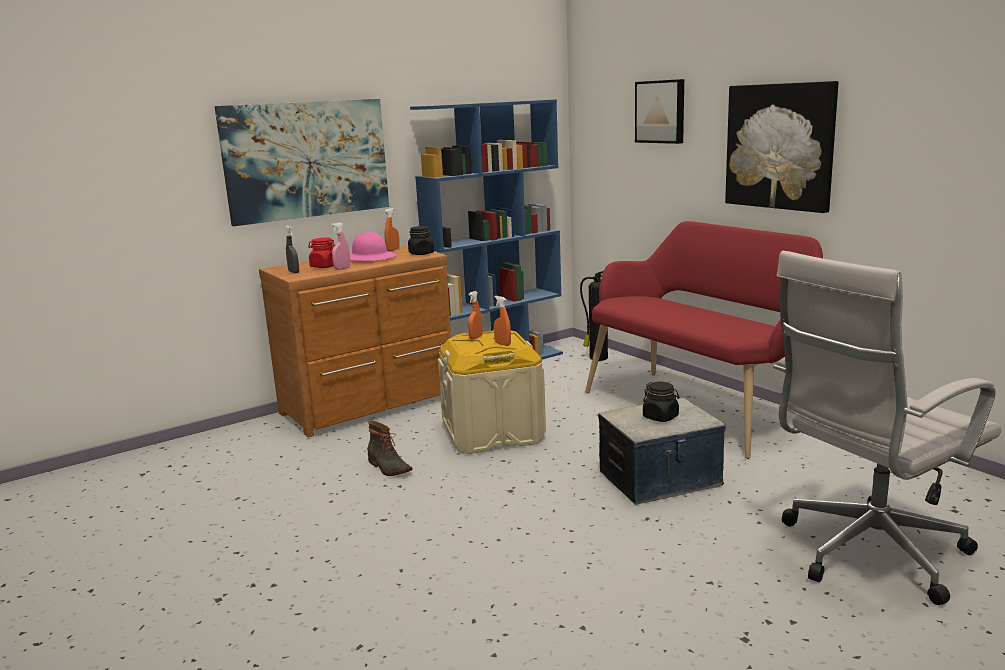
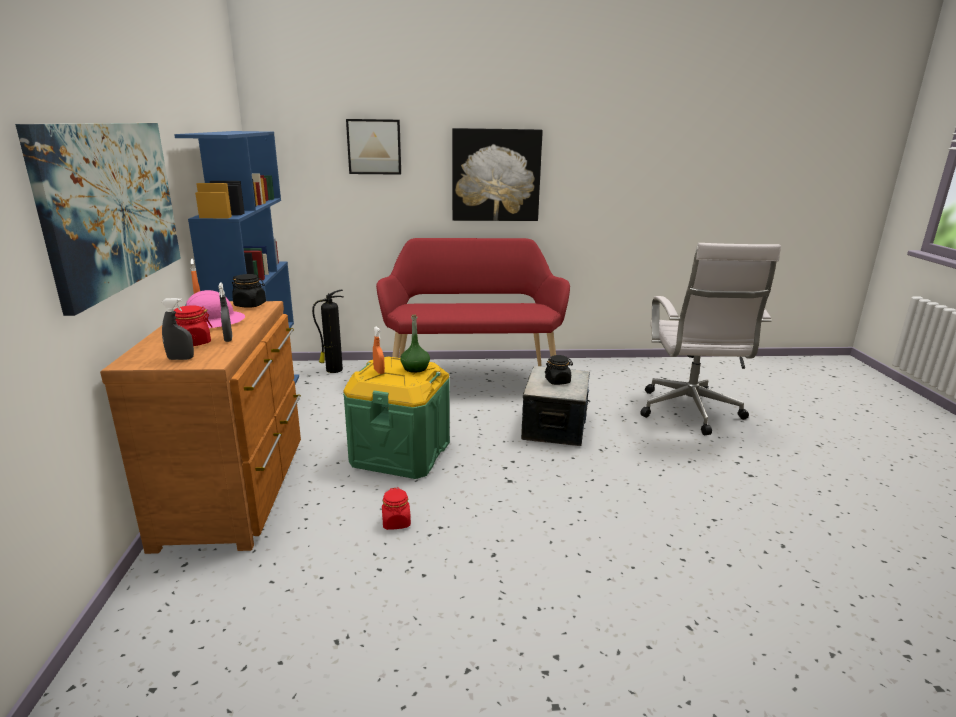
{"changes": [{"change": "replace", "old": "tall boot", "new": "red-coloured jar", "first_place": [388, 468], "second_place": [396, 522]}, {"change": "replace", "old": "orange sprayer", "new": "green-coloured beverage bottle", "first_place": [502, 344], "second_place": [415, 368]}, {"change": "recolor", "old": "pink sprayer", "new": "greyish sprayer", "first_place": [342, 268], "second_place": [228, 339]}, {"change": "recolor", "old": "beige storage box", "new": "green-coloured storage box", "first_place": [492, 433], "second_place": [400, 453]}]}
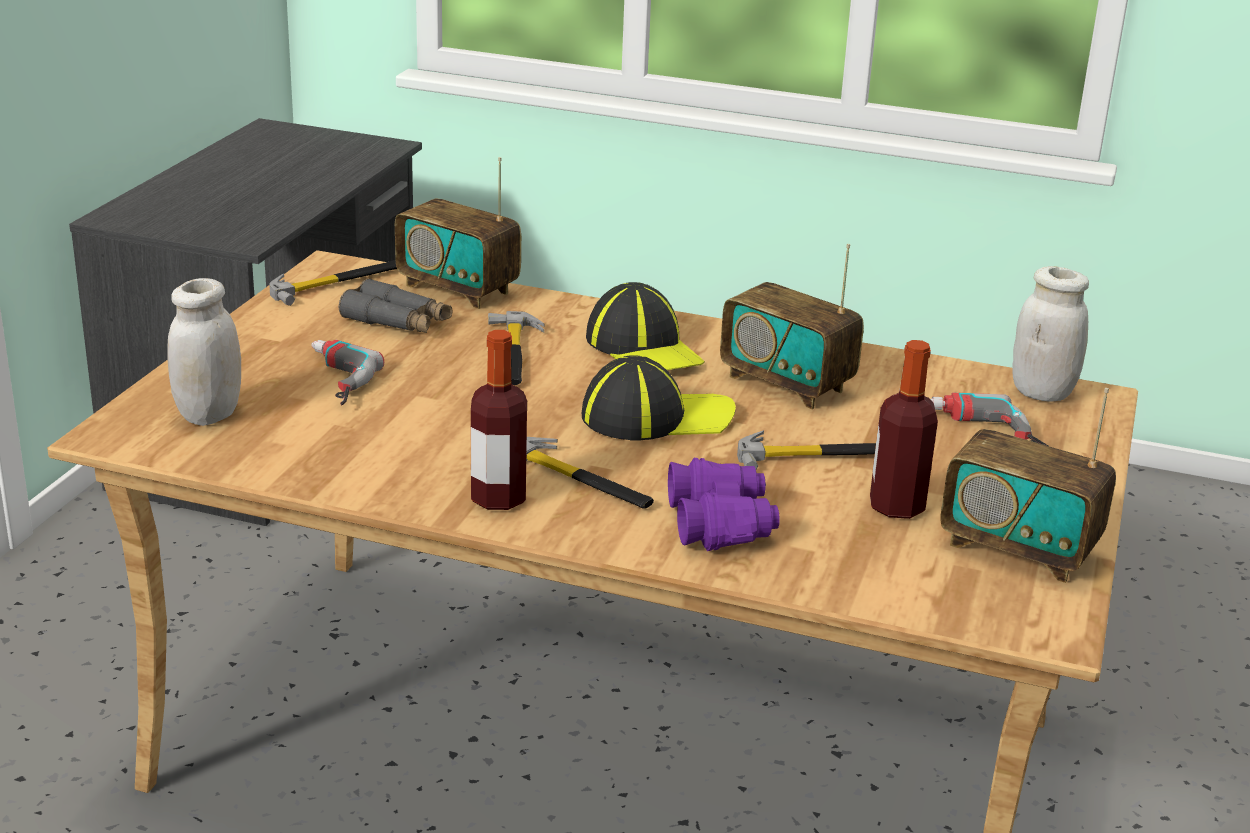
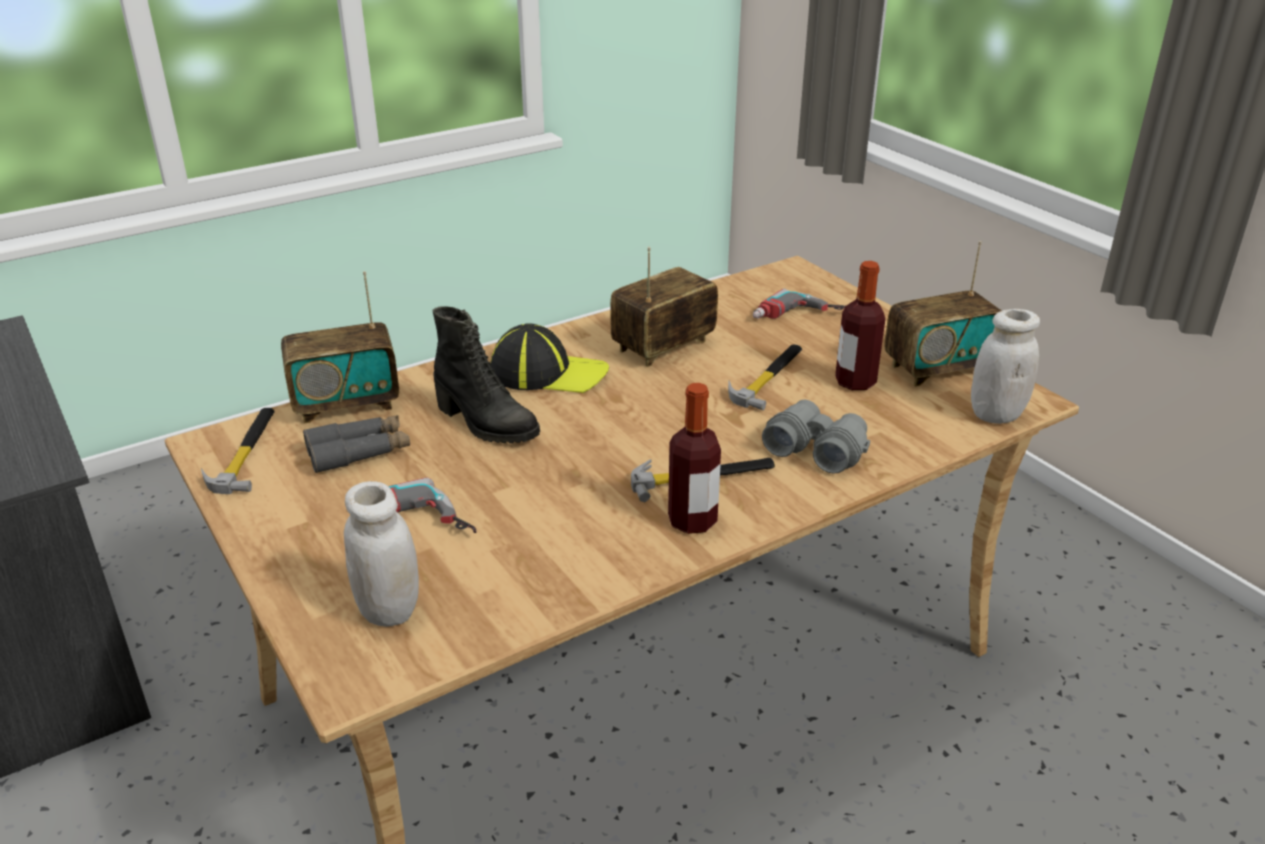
{"changes": [{"change": "delete", "old": "peaked cap", "first_place": [656, 416]}, {"change": "move", "old": "whitish jar", "first_place": [1041, 392], "second_place": [996, 414]}, {"change": "replace", "old": "hand hammer", "new": "blackish tall boot", "first_place": [515, 353], "second_place": [485, 424]}, {"change": "recolor", "old": "purple-coloured field glasses", "new": "greyish field glasses", "first_place": [721, 523], "second_place": [816, 448]}, {"change": "rotate", "old": "radio", "first_place": [787, 383], "second_place": [664, 347], "degrees": 150}]}
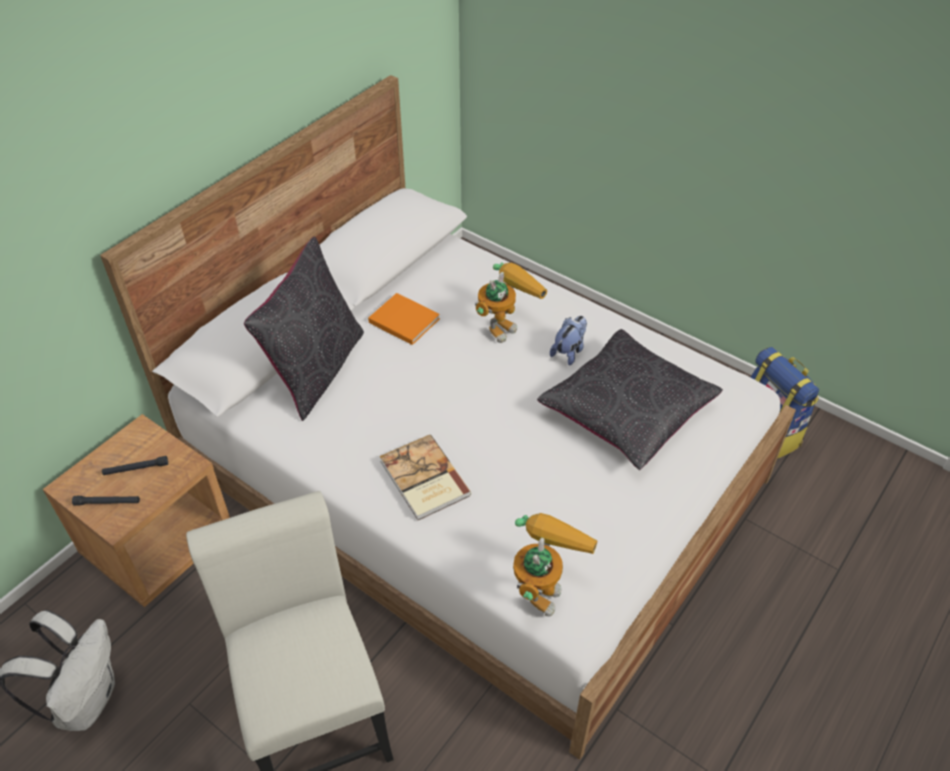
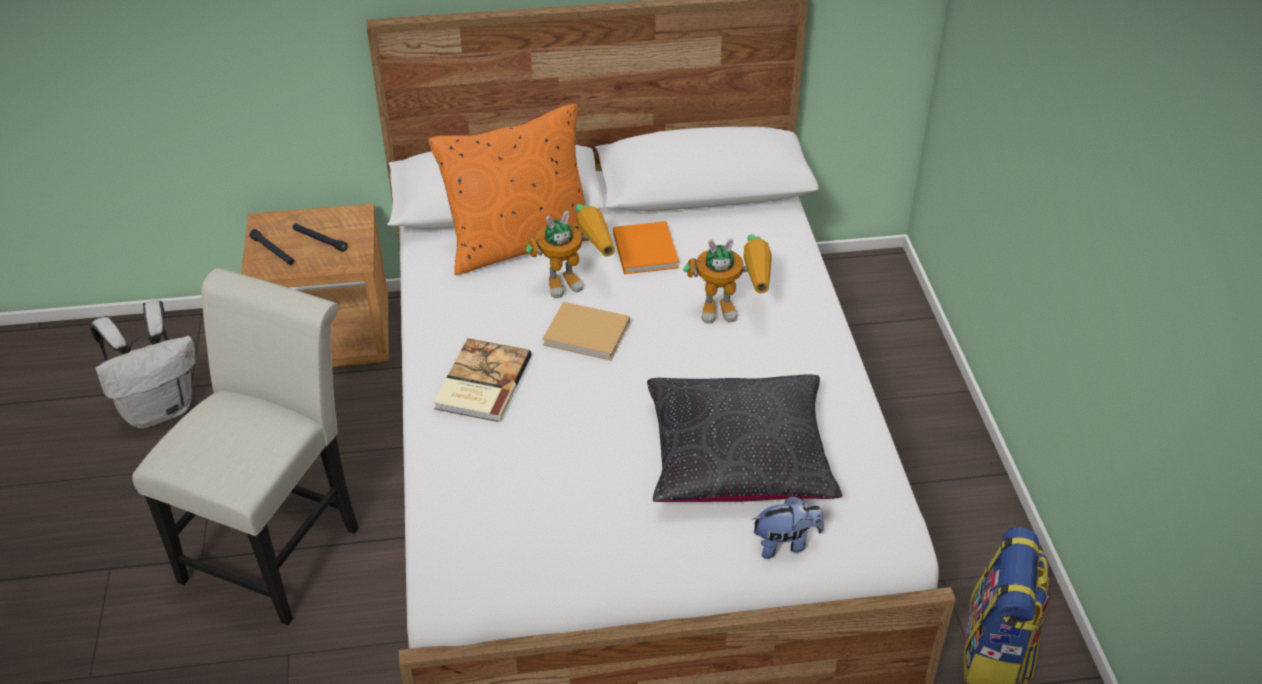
{"changes": [{"change": "insert", "new": "beige volume", "second_place": [589, 334]}, {"change": "move", "old": "model robot", "first_place": [543, 584], "second_place": [575, 280]}, {"change": "move", "old": "plush toy", "first_place": [569, 351], "second_place": [785, 543]}, {"change": "recolor", "old": "blackish throw pillow", "new": "orange throw pillow", "first_place": [316, 369], "second_place": [519, 243]}]}
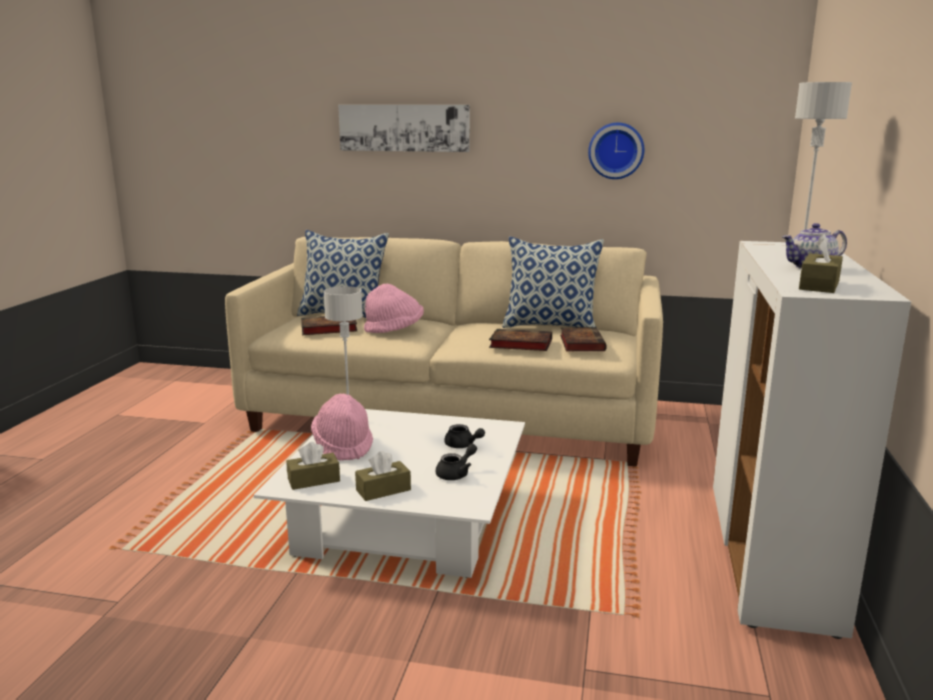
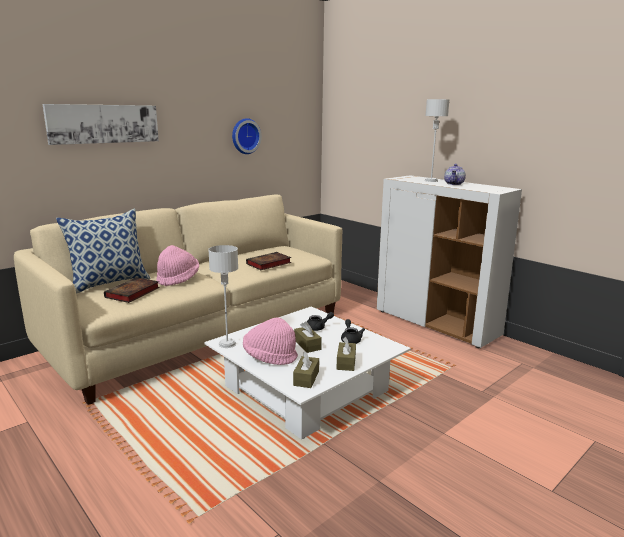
{"changes": [{"change": "delete", "old": "throw pillow", "first_place": [551, 326]}, {"change": "delete", "old": "volume", "first_place": [581, 343]}, {"change": "move", "old": "brown-coloured tissue holder", "first_place": [819, 285], "second_place": [307, 345]}]}
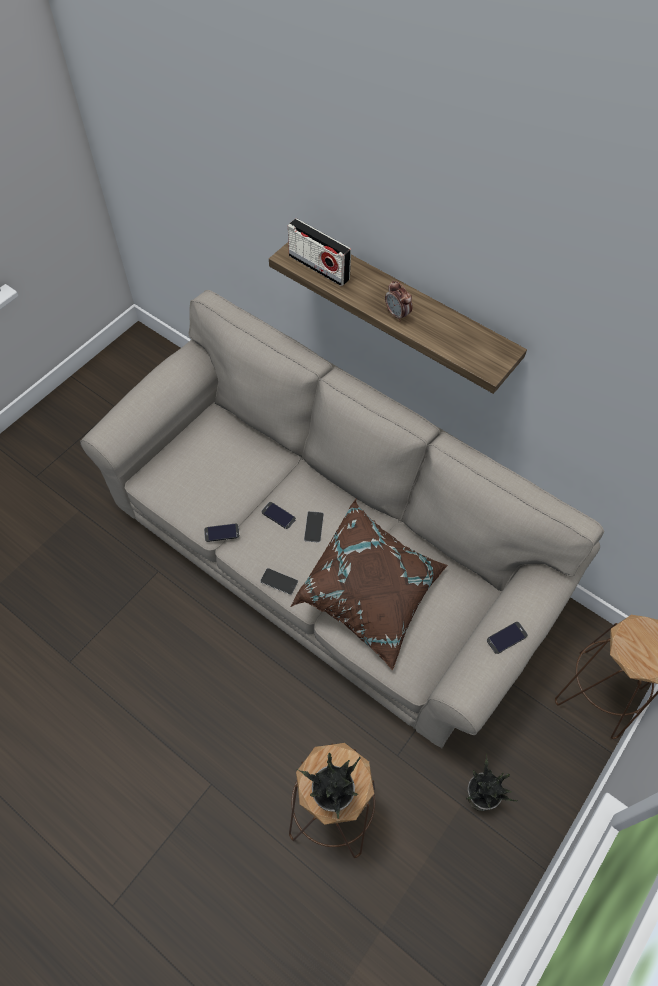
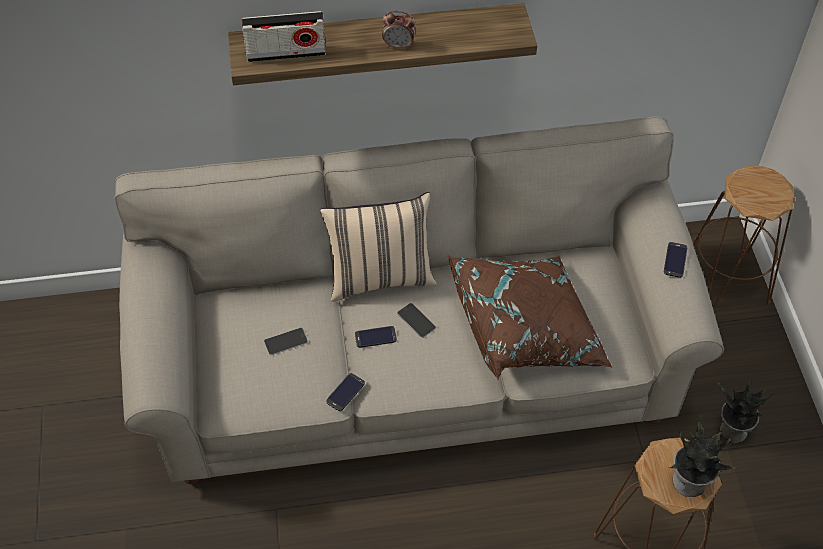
{"changes": [{"change": "insert", "new": "beige throw pillow", "second_place": [380, 277]}, {"change": "move", "old": "phone", "first_place": [279, 581], "second_place": [286, 341]}]}
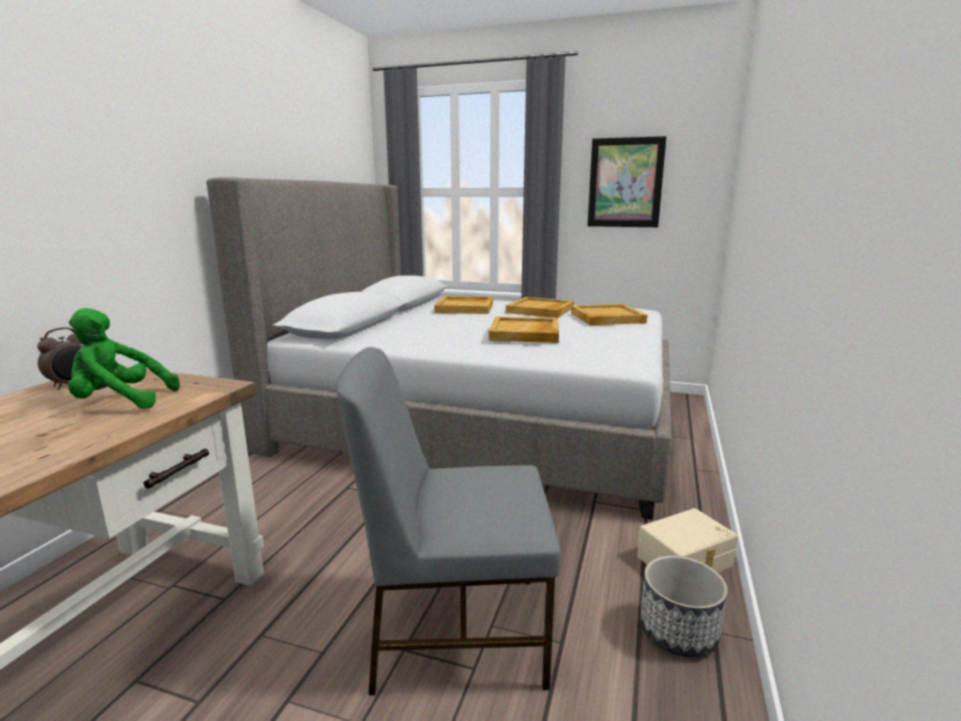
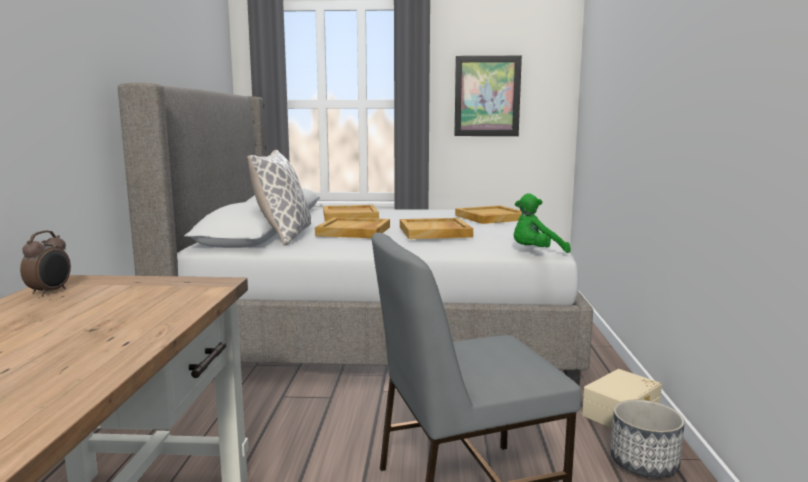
{"changes": [{"change": "insert", "new": "throw pillow", "second_place": [284, 236]}, {"change": "move", "old": "green-coloured plush toy", "first_place": [120, 402], "second_place": [535, 253]}, {"change": "move", "old": "beige tray", "first_place": [540, 310], "second_place": [354, 231]}]}
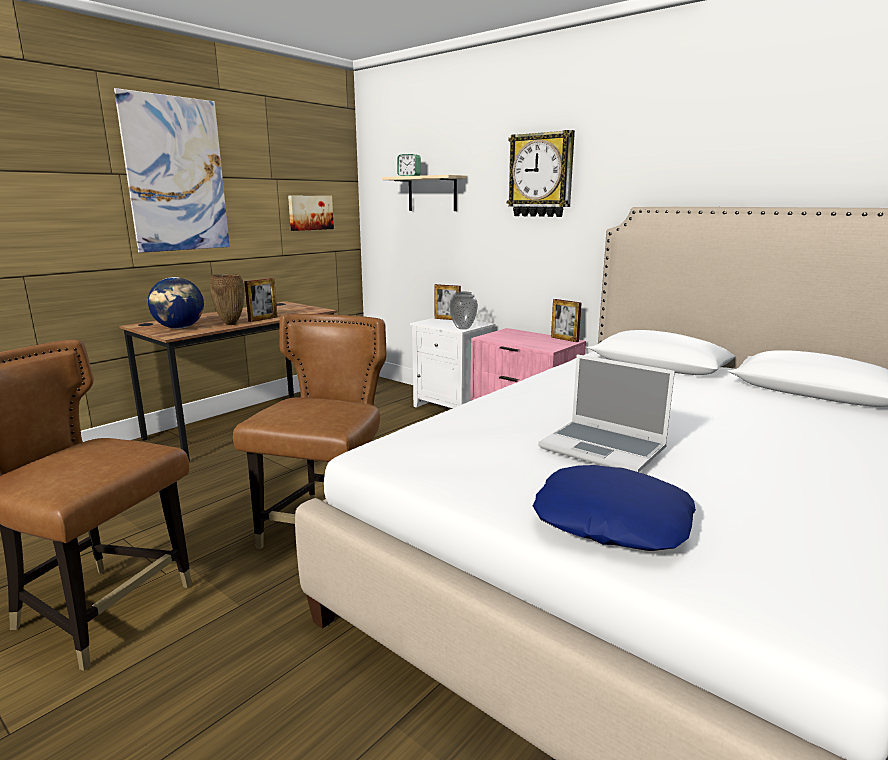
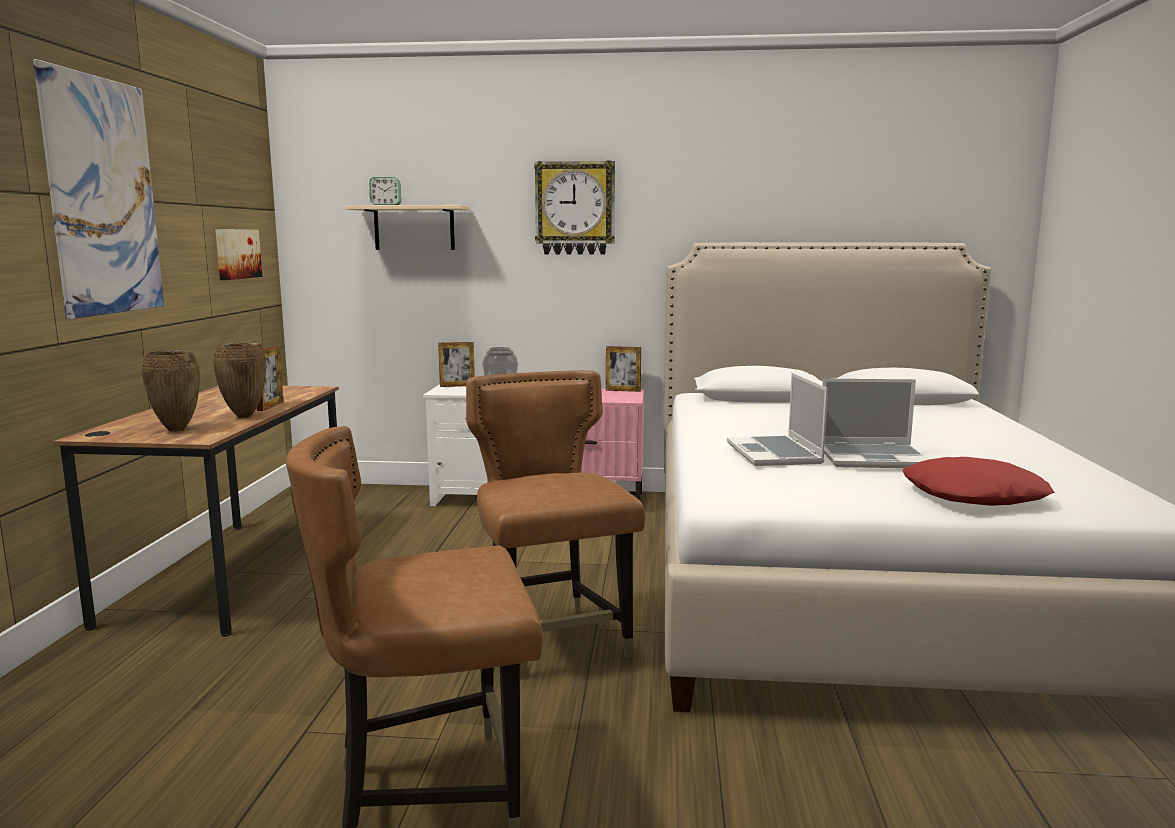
{"changes": [{"change": "insert", "new": "portable computer", "second_place": [775, 454]}, {"change": "replace", "old": "world globe", "new": "brown-coloured vase", "first_place": [179, 328], "second_place": [178, 430]}, {"change": "recolor", "old": "blue-coloured throw pillow", "new": "red-coloured throw pillow", "first_place": [612, 520], "second_place": [973, 495]}]}
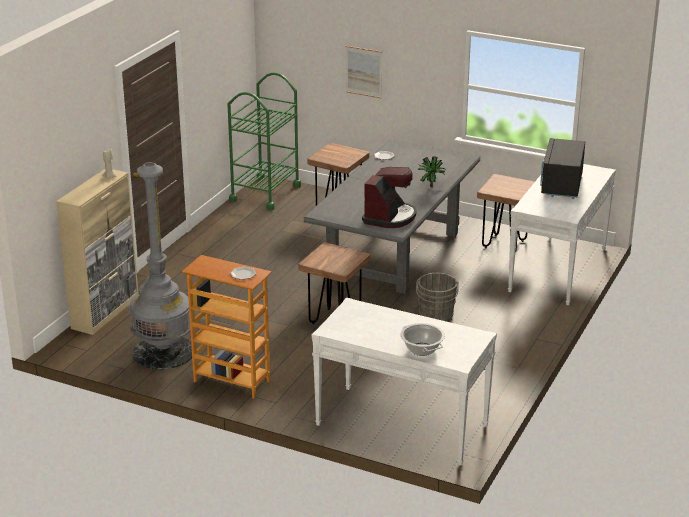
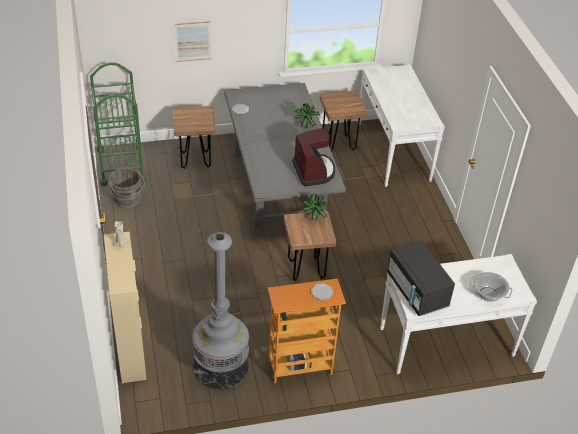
{"changes": [{"change": "insert", "new": "potted plant", "second_place": [314, 217]}, {"change": "move", "old": "greyish bucket", "first_place": [436, 315], "second_place": [127, 200]}, {"change": "move", "old": "blackish microwave oven", "first_place": [561, 185], "second_place": [417, 291]}]}
